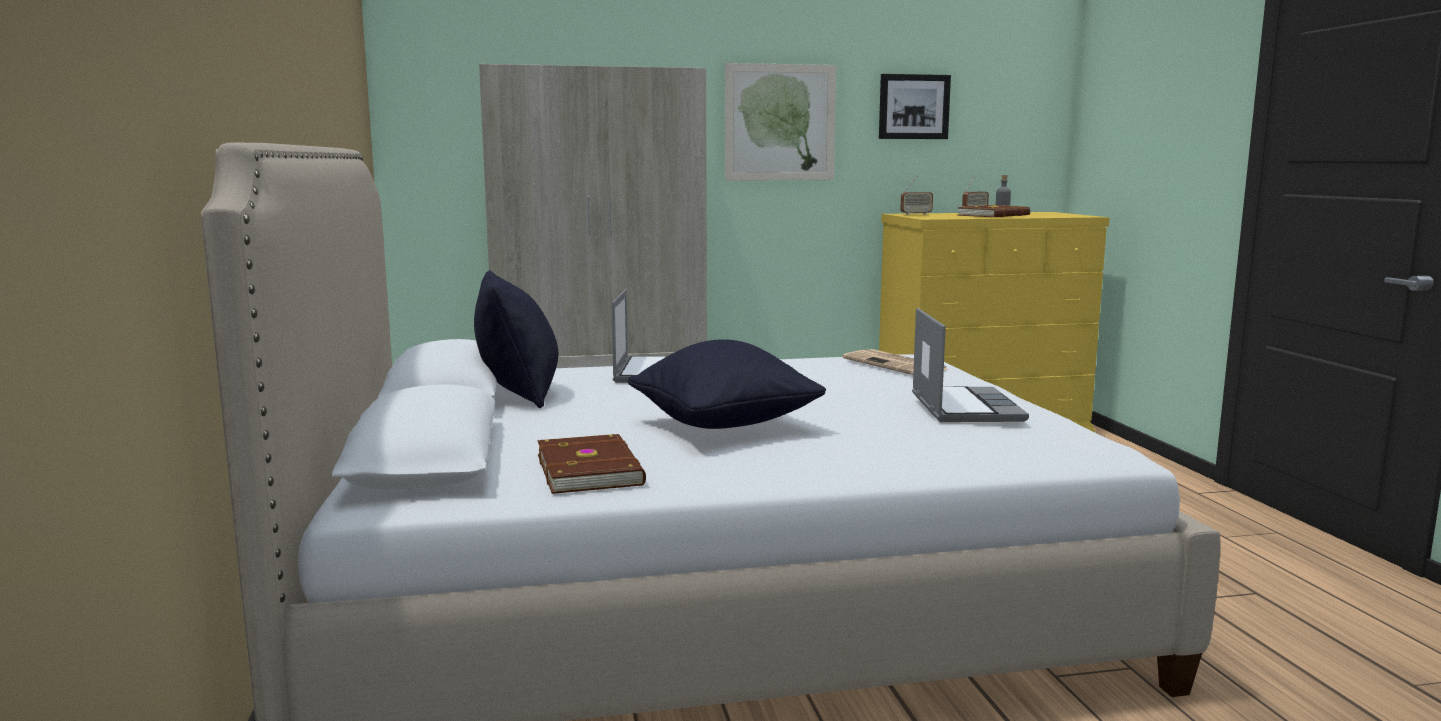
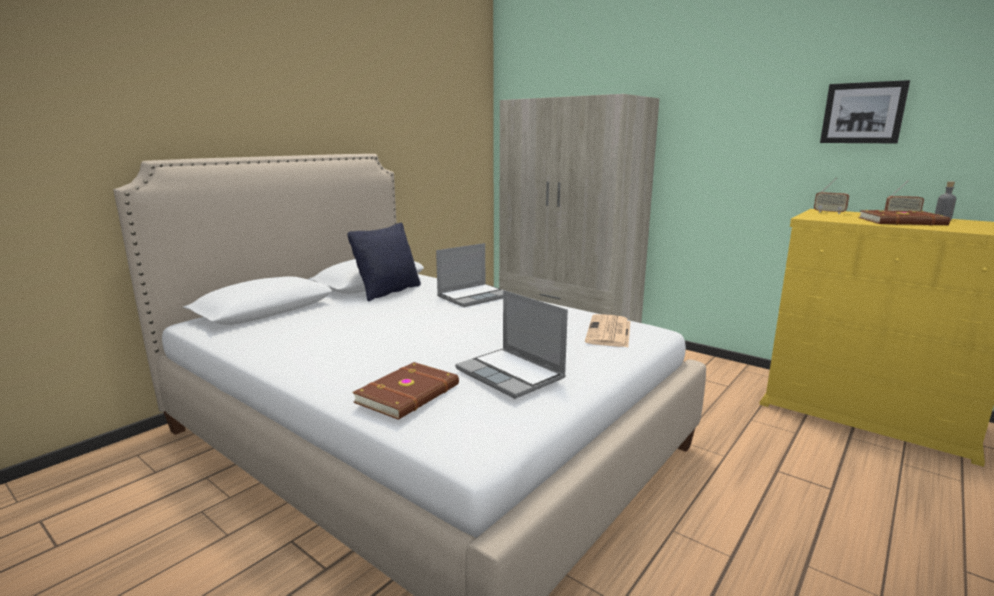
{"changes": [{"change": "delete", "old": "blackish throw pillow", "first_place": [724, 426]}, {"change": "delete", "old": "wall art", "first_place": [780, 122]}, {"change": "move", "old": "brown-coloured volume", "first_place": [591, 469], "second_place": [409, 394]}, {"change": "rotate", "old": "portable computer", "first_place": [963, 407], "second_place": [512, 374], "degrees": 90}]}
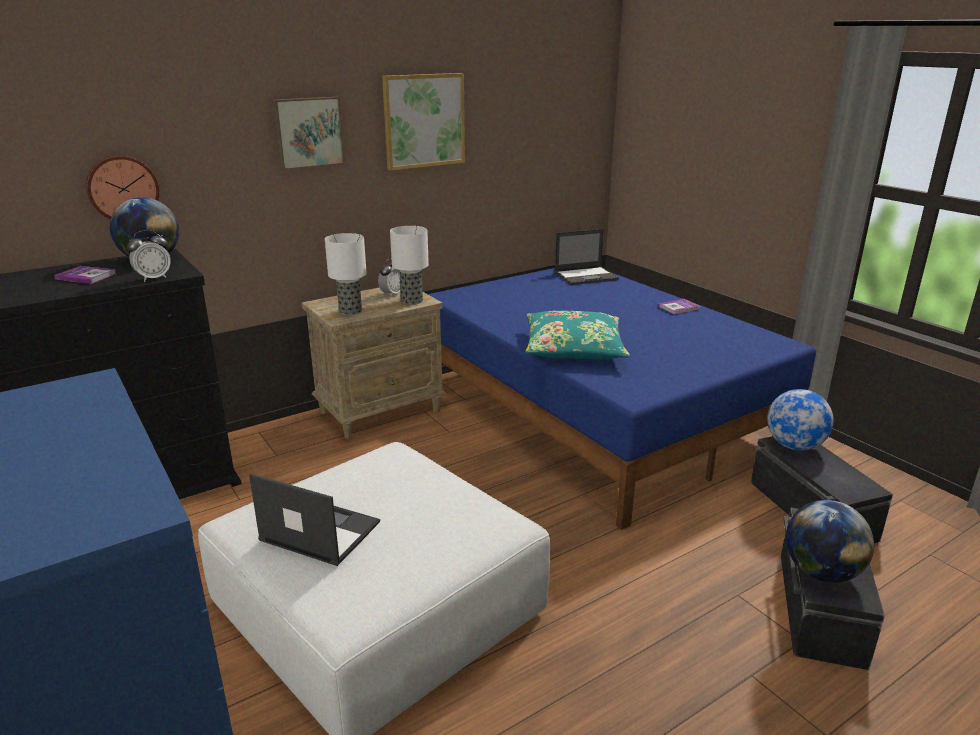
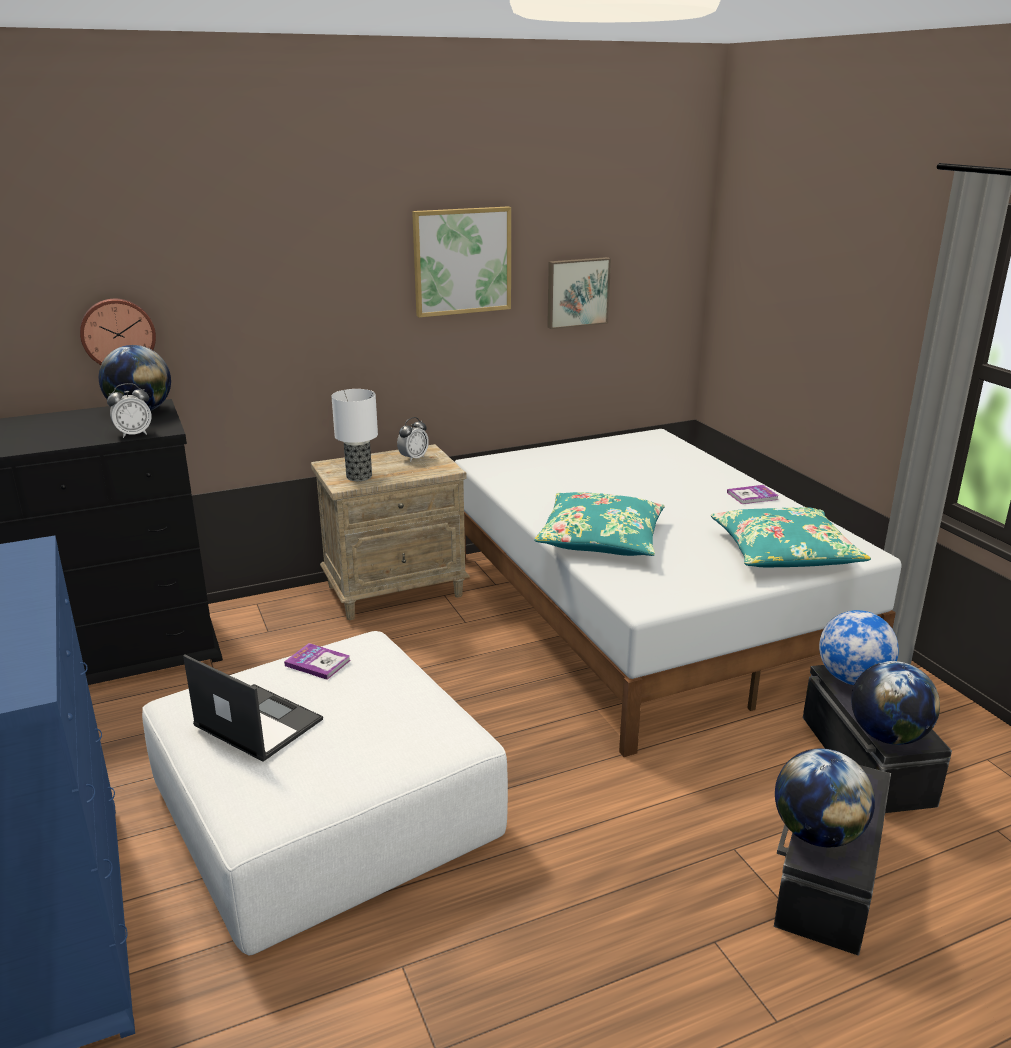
{"changes": [{"change": "delete", "old": "table lamp", "first_place": [411, 301]}, {"change": "delete", "old": "portable computer", "first_place": [586, 276]}, {"change": "insert", "new": "turquoise throw pillow", "second_place": [784, 553]}, {"change": "insert", "new": "world globe", "second_place": [887, 736]}, {"change": "move", "old": "volume", "first_place": [86, 276], "second_place": [318, 663]}, {"change": "move", "old": "wall art", "first_place": [308, 132], "second_place": [577, 292]}, {"change": "recolor", "old": "blue-coloured sleeping bed", "new": "whitish sleeping bed", "first_place": [595, 411], "second_place": [644, 613]}]}
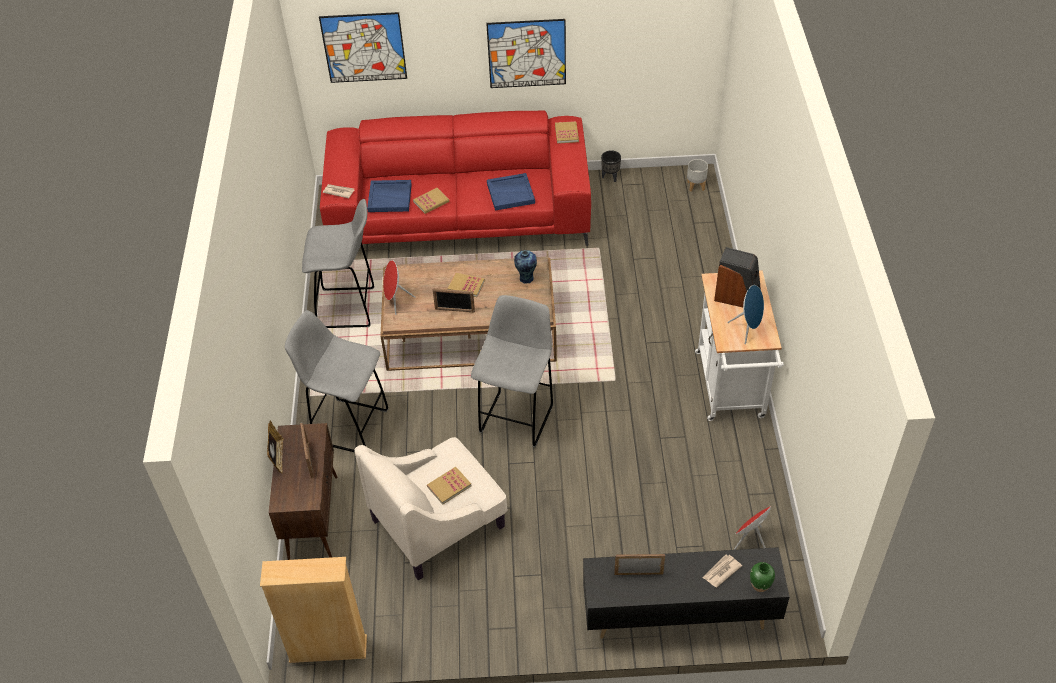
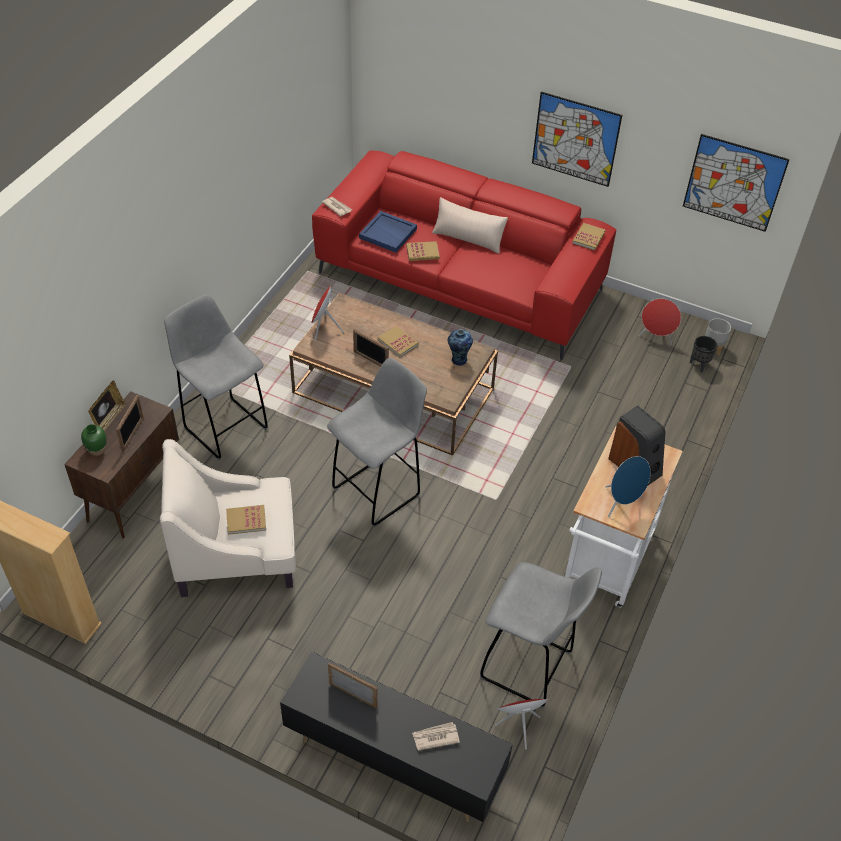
{"changes": [{"change": "delete", "old": "blue-coloured tray", "first_place": [511, 193]}, {"change": "insert", "new": "beige throw pillow", "second_place": [468, 238]}, {"change": "insert", "new": "red-coloured audio speaker", "second_place": [656, 338]}, {"change": "move", "old": "greyish stool", "first_place": [349, 308], "second_place": [529, 667]}, {"change": "move", "old": "wall art", "first_place": [364, 47], "second_place": [734, 183]}, {"change": "move", "old": "blackish planter", "first_place": [610, 177], "second_place": [699, 365]}, {"change": "move", "old": "green-coloured vase", "first_place": [760, 585], "second_place": [97, 450]}]}
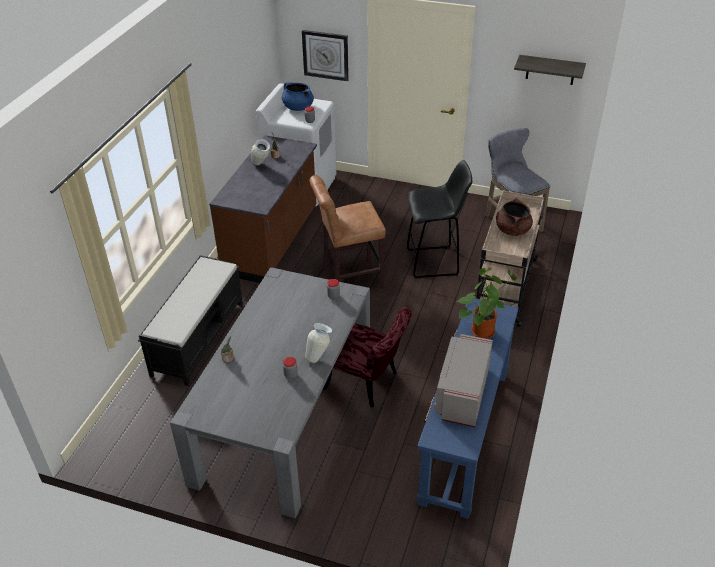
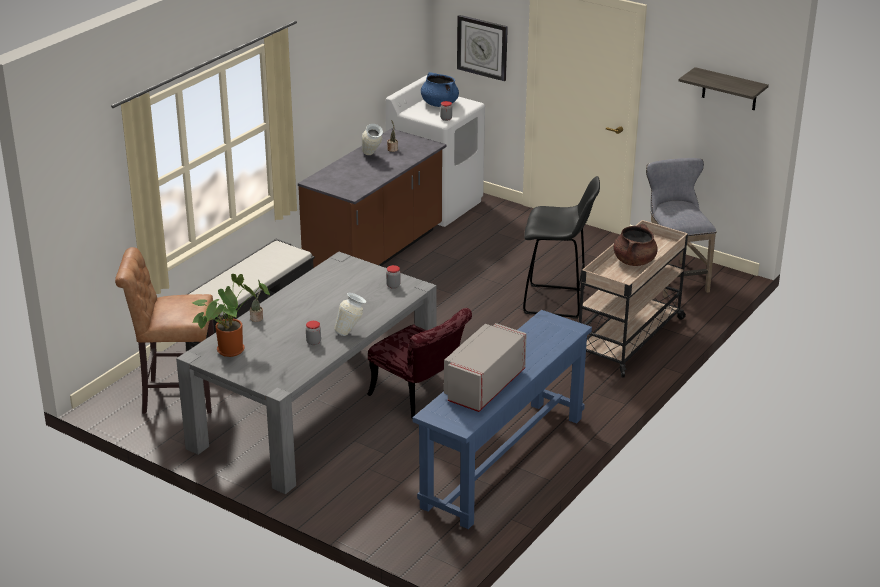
{"changes": [{"change": "move", "old": "brown-coloured stool", "first_place": [348, 279], "second_place": [175, 396]}, {"change": "move", "old": "potted plant", "first_place": [482, 330], "second_place": [232, 348]}]}
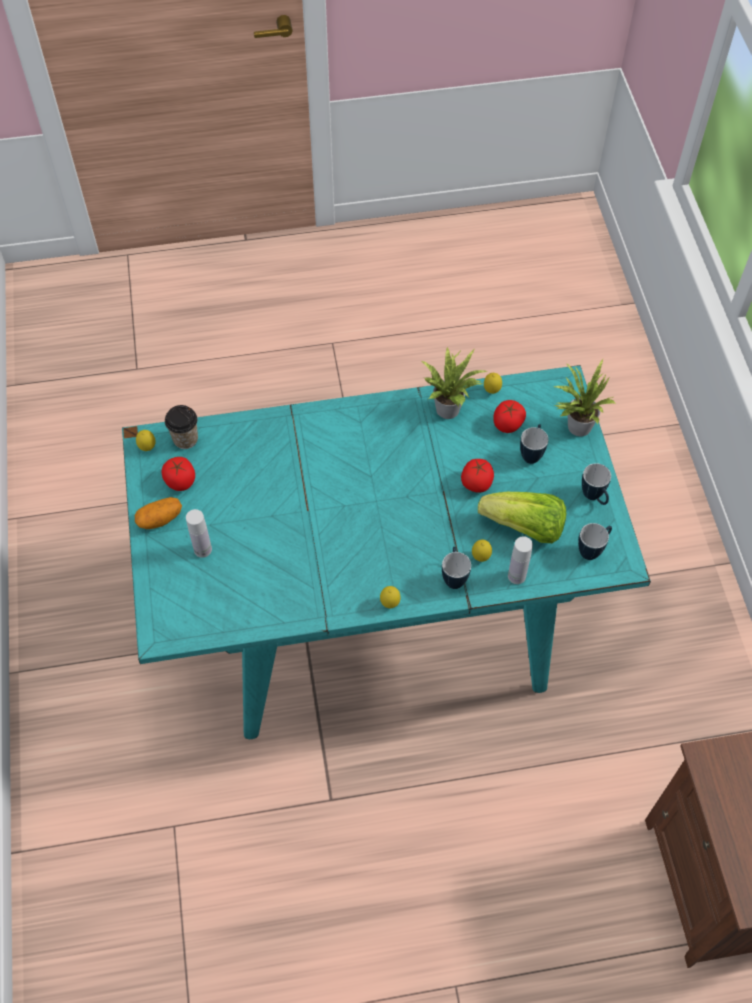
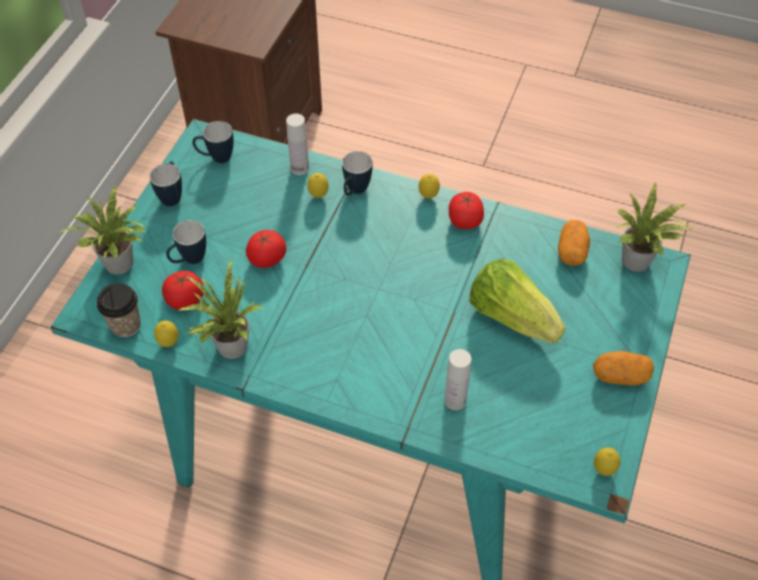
{"changes": [{"change": "insert", "new": "whole potato", "second_place": [572, 251]}, {"change": "insert", "new": "potted plant", "second_place": [638, 263]}, {"change": "move", "old": "whole tomato", "first_place": [180, 481], "second_place": [464, 221]}, {"change": "move", "old": "small cup", "first_place": [185, 439], "second_place": [125, 325]}, {"change": "move", "old": "whitish beverage bottle", "first_place": [203, 549], "second_place": [455, 400]}, {"change": "move", "old": "lettuce head", "first_place": [524, 528], "second_place": [512, 316]}]}
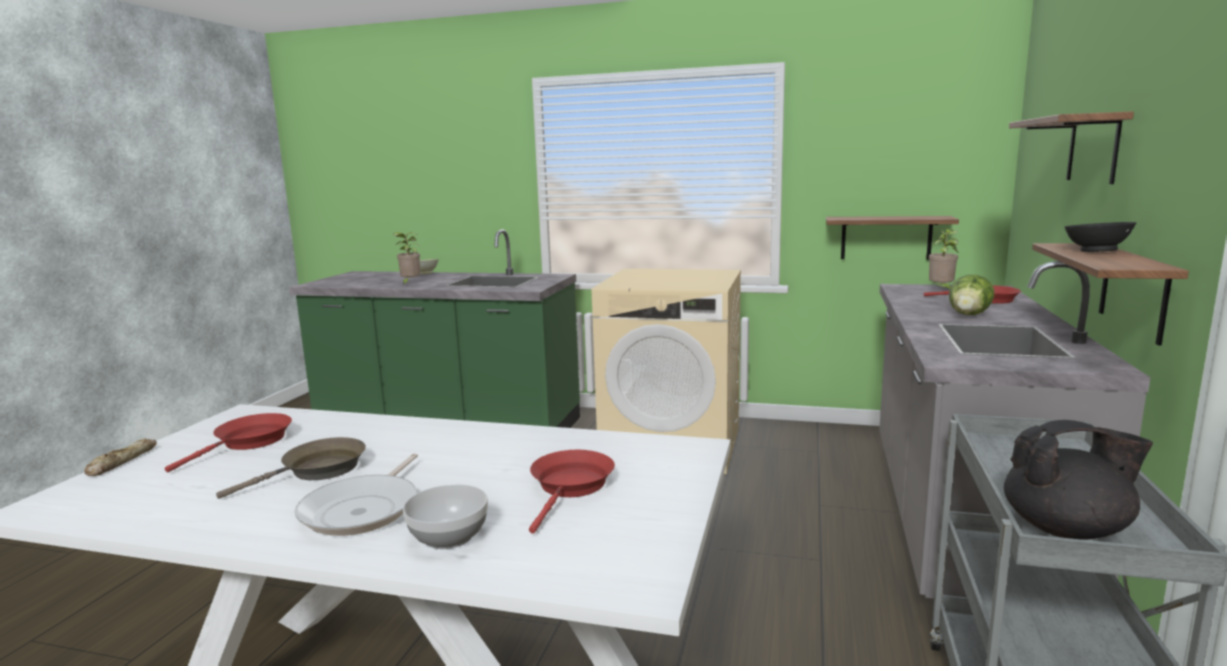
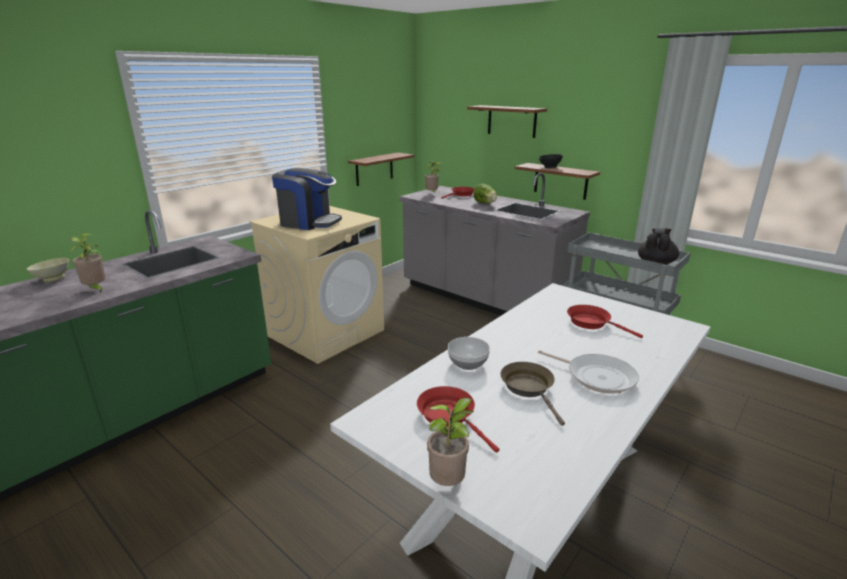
{"changes": [{"change": "insert", "new": "coffee brewer", "second_place": [308, 222]}, {"change": "move", "old": "bowl", "first_place": [450, 537], "second_place": [468, 363]}, {"change": "replace", "old": "baked bread", "new": "potted plant", "first_place": [121, 462], "second_place": [449, 483]}]}
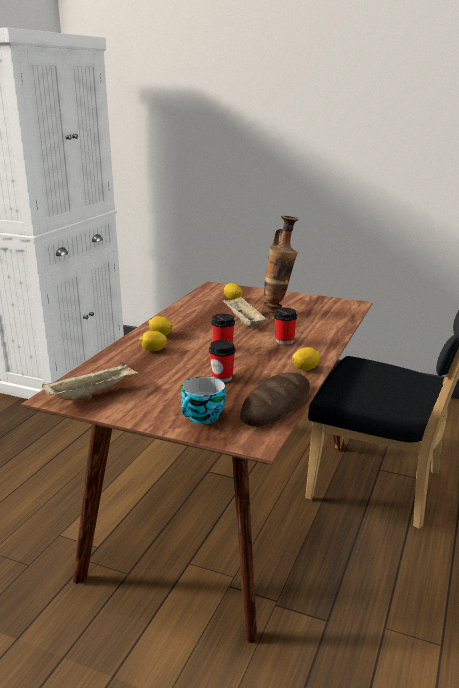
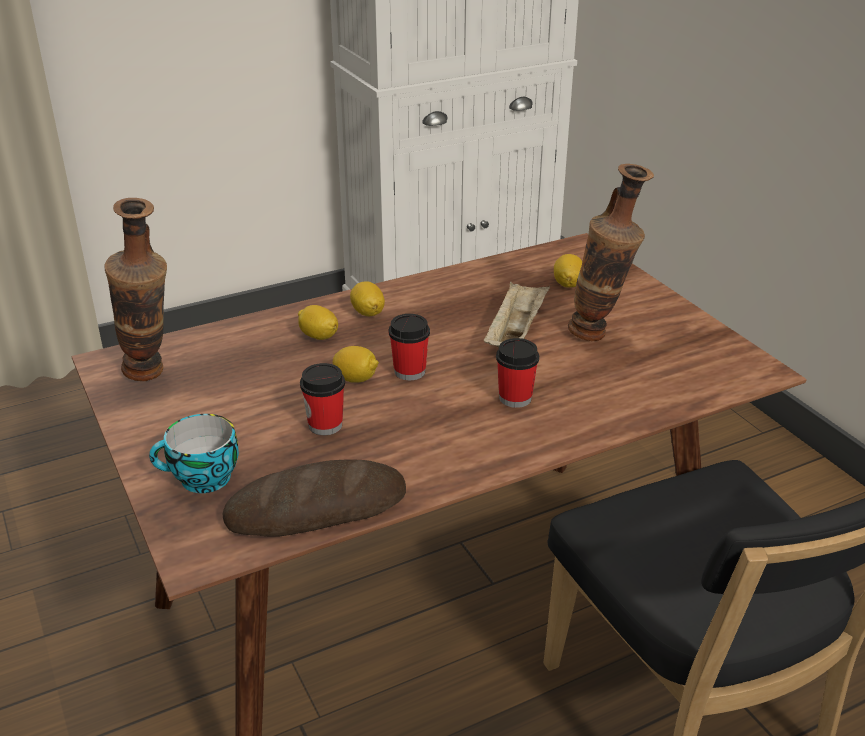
{"changes": [{"change": "move", "old": "citrus fruit", "first_place": [305, 368], "second_place": [356, 379]}, {"change": "replace", "old": "beige tray", "new": "vase", "first_place": [93, 394], "second_place": [152, 376]}]}
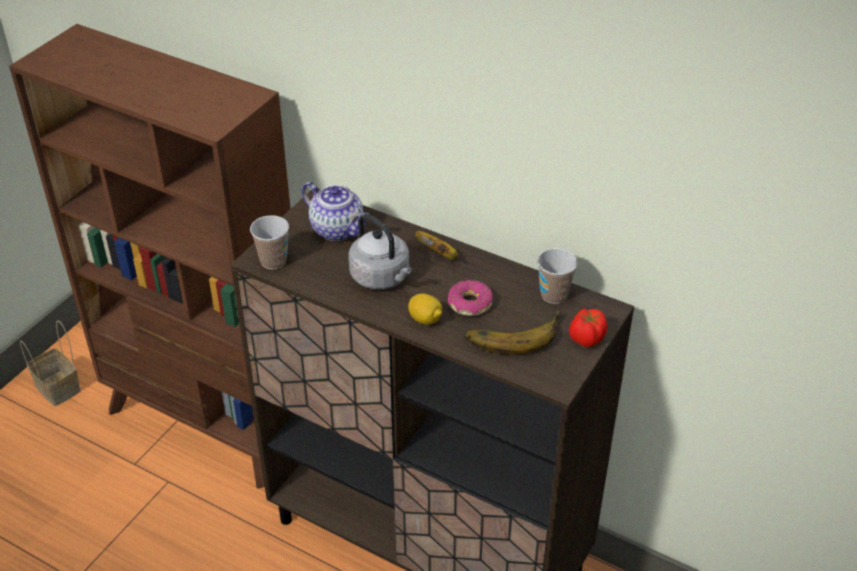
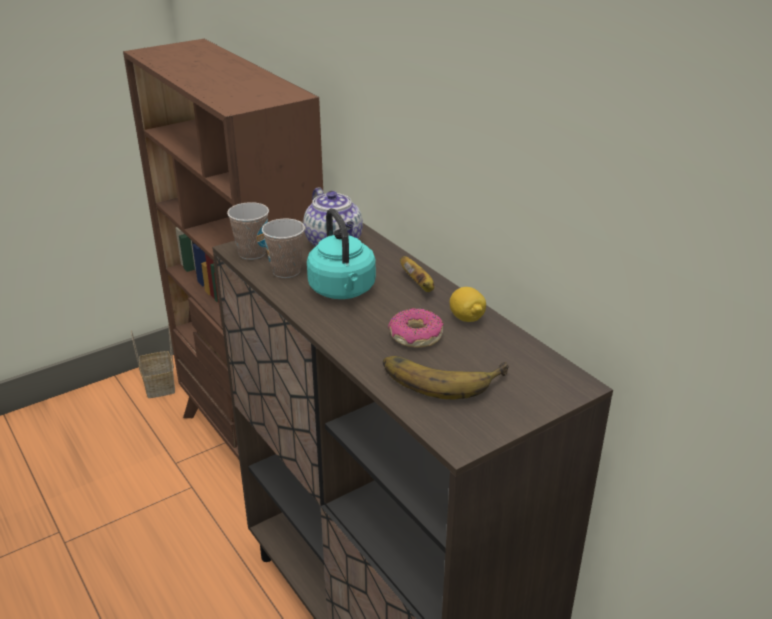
{"changes": [{"change": "delete", "old": "whole tomato", "first_place": [586, 338]}, {"change": "move", "old": "citrus fruit", "first_place": [425, 319], "second_place": [466, 318]}, {"change": "move", "old": "small cup", "first_place": [554, 295], "second_place": [286, 271]}, {"change": "recolor", "old": "greyish tea kettle", "new": "turquoise tea kettle", "first_place": [382, 278], "second_place": [343, 291]}]}
